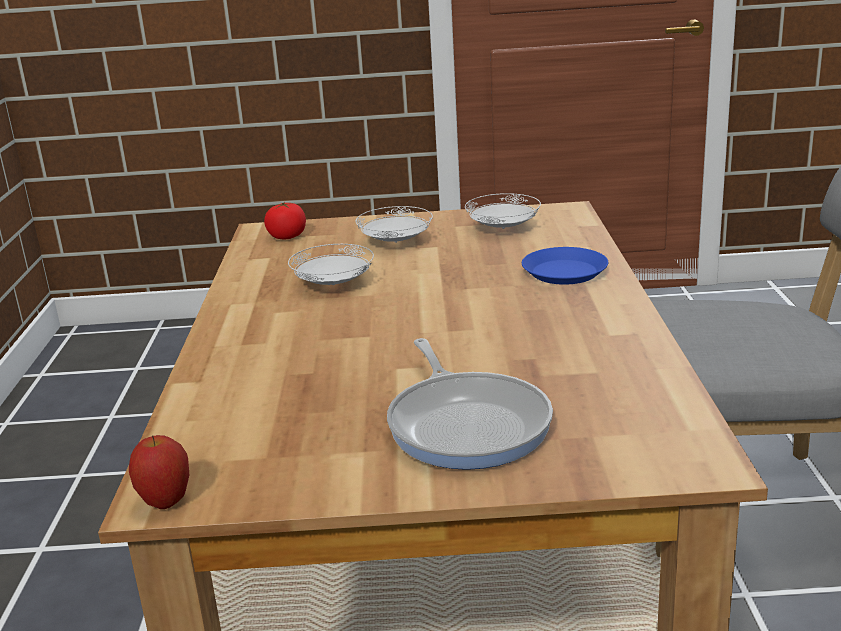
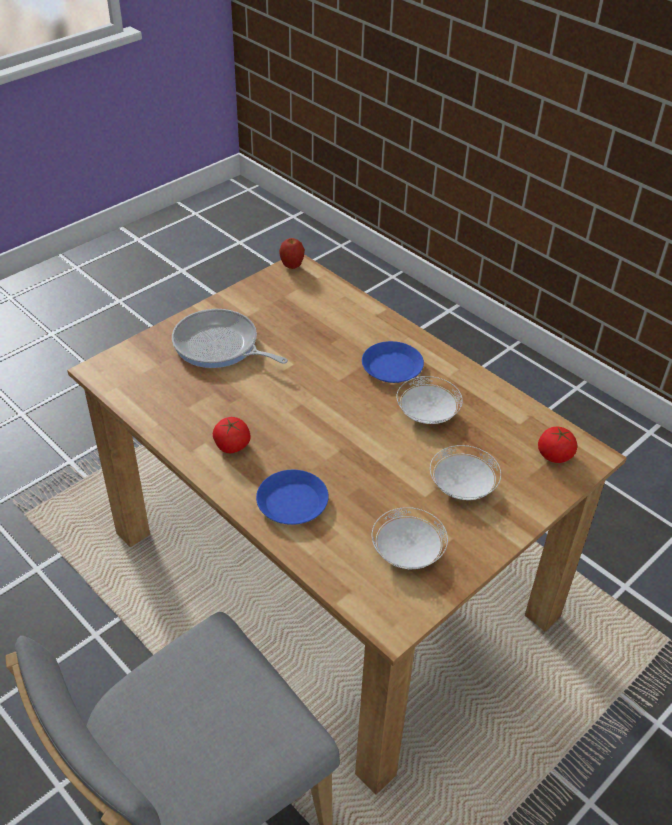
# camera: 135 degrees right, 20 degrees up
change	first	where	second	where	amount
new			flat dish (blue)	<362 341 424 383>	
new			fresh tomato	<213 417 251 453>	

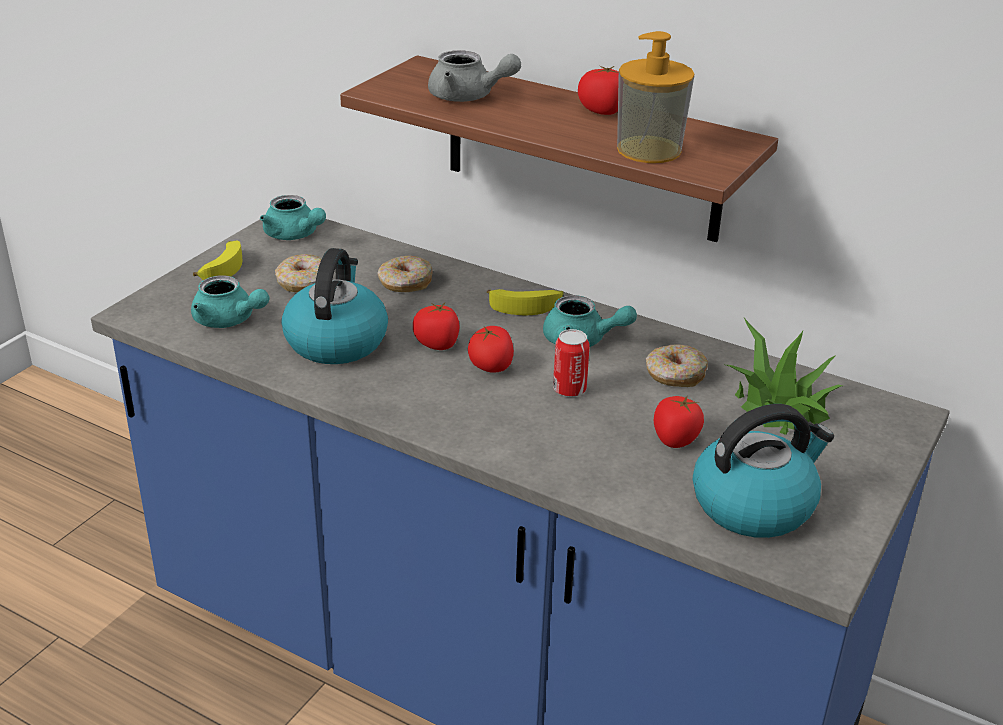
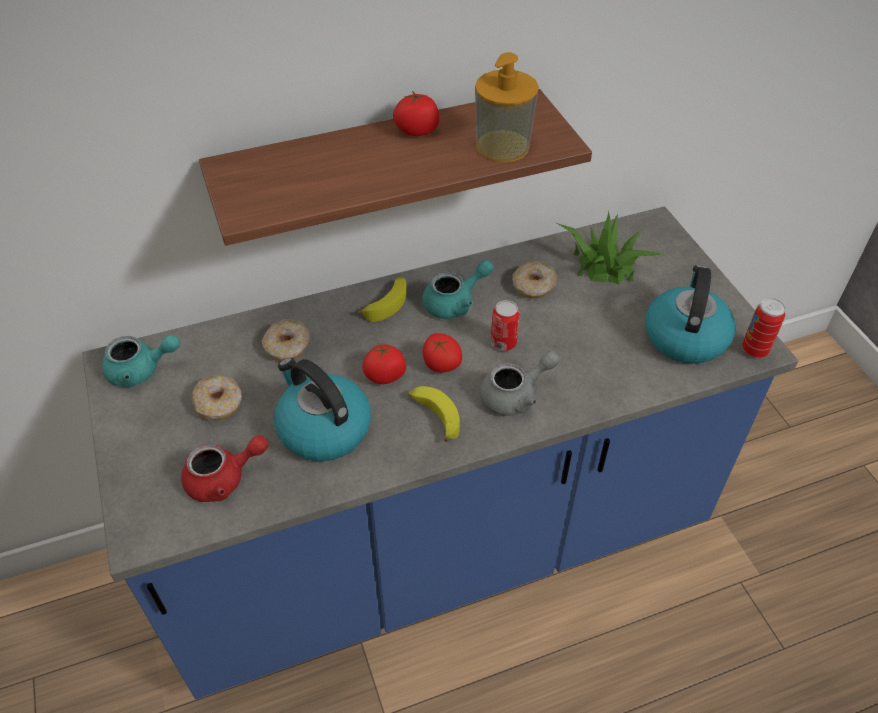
# camera: 50 degrees left, 15 degrees up
change	first	where	second	where	amount
shifted	teapot (greyish)	<428 50 521 102>		<480 351 560 416>	
shifted	whole banana	<193 241 242 280>		<408 386 460 442>	
repainted	teapot (blue-green)	<191 275 269 328>	teapot (reddish)	<181 435 268 502>	
gone	fresh tomato	<654 395 704 448>			
new			sealed can	<742 298 785 358>	

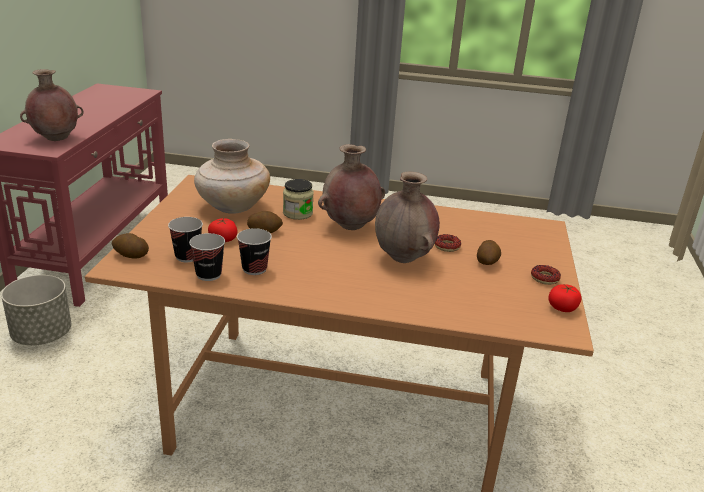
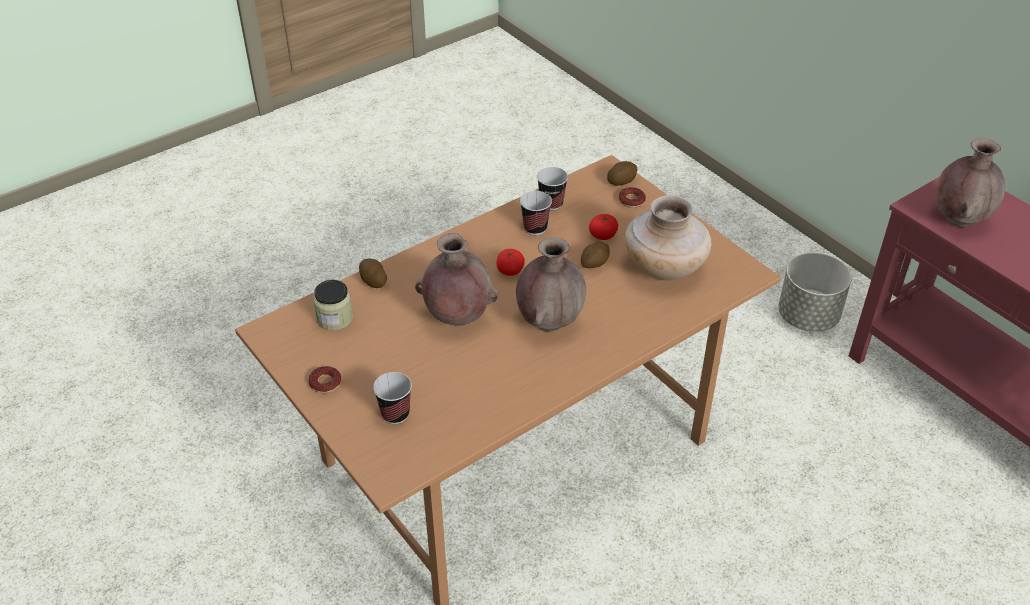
# camera: 135 degrees right, 15 degrees up
change	first	where	second	where	amount
shifted	preserve jar	<283 179 314 220>		<313 280 353 331>	
shifted	small cup	<168 217 203 262>		<373 372 412 424>	
shifted	donut	<435 234 461 252>		<619 187 646 208>	
shifted	spud	<477 240 501 265>		<359 259 387 288>	
shifted	fresh tomato	<548 284 581 312>		<496 249 525 276>	

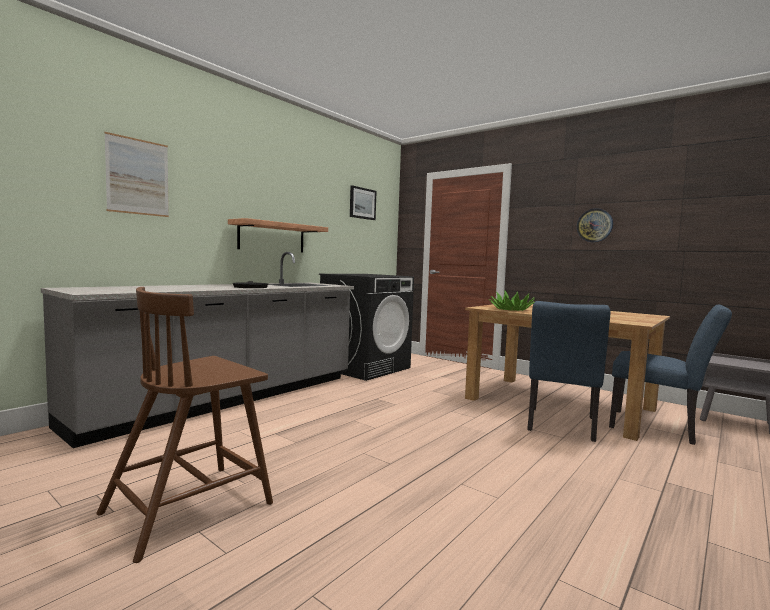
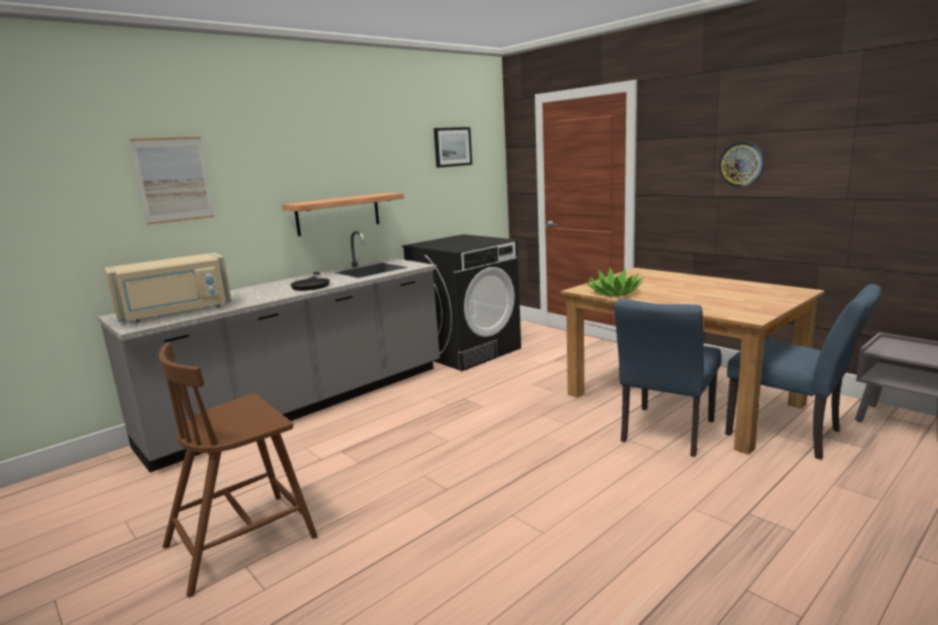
# camera: 10 degrees right, 10 degrees up
change	first	where	second	where	amount
new			microwave oven (beige-coloured)	<105 253 232 322>	

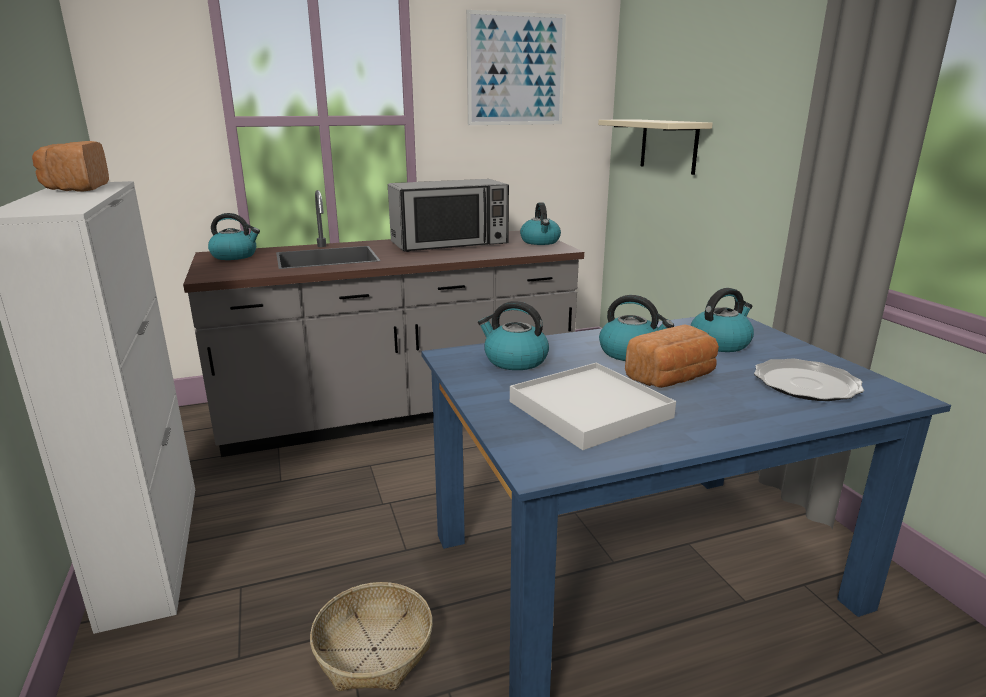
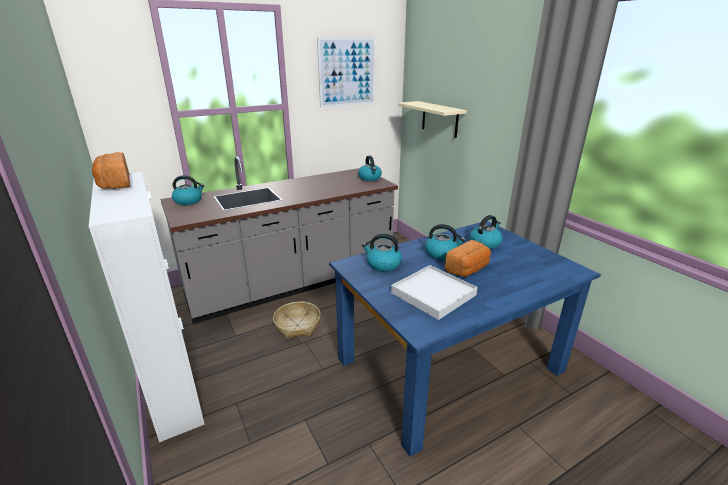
# camera: 10 degrees left, 5 degrees up
change	first	where	second	where	amount
gone	microwave oven	<388 179 509 252>			
gone	flat dish	<754 358 864 401>			
shifted	storage basket	<310 582 433 691>		<273 301 320 339>	

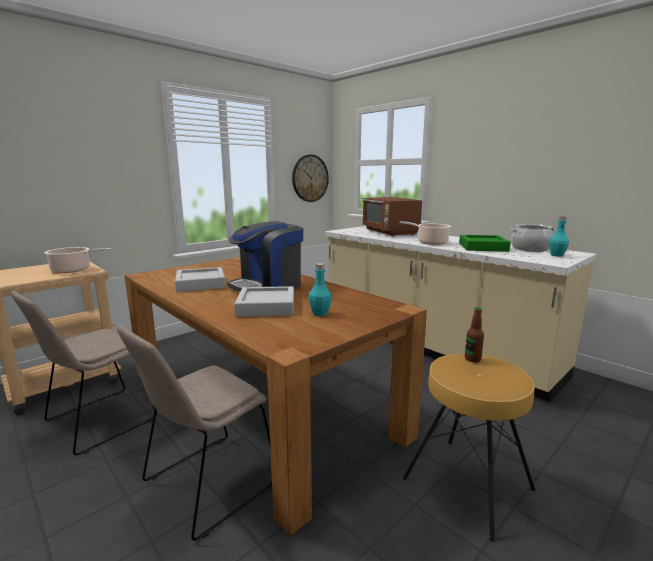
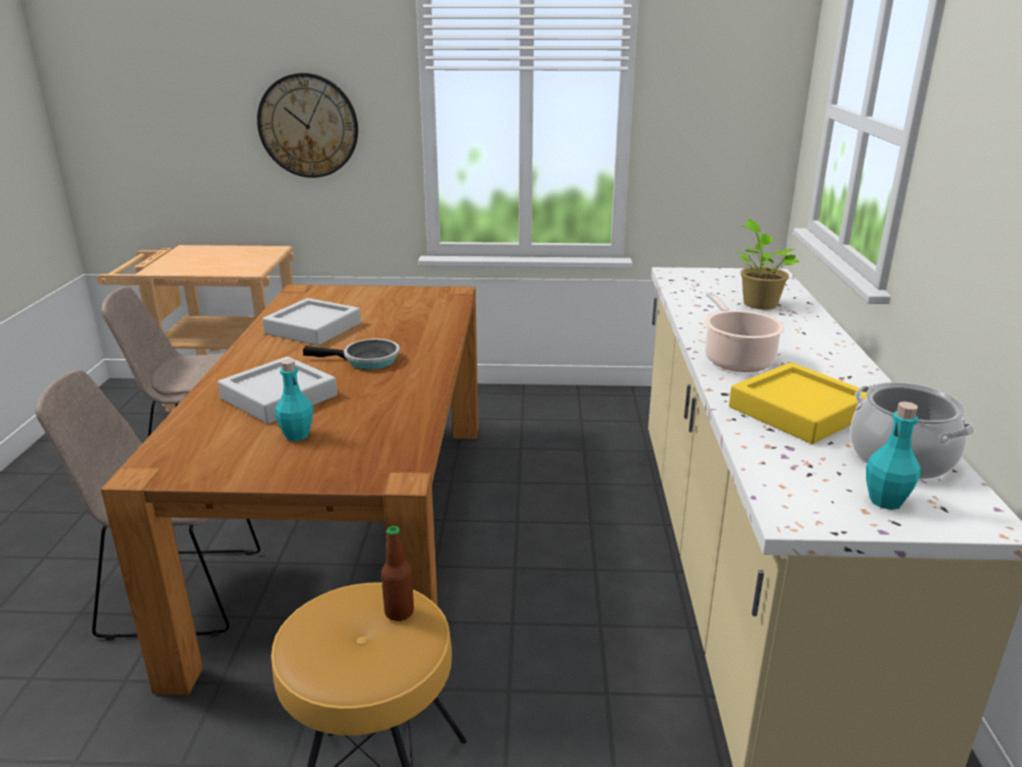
# camera: 45 degrees right, 10 degrees up
change	first	where	second	where	amount
shifted	wall clock	<292 155 329 202>		<257 73 358 178>	
swapped	microwave oven (brown)	<362 197 422 237>	houseplant	<738 219 800 310>	
swapped	coffee brewer	<228 221 303 292>	skillet	<303 339 400 370>	
repainted	tray (green)	<459 235 511 252>	tray (yellowish)	<729 362 866 444>	
gone	stockpot	<44 247 111 273>			

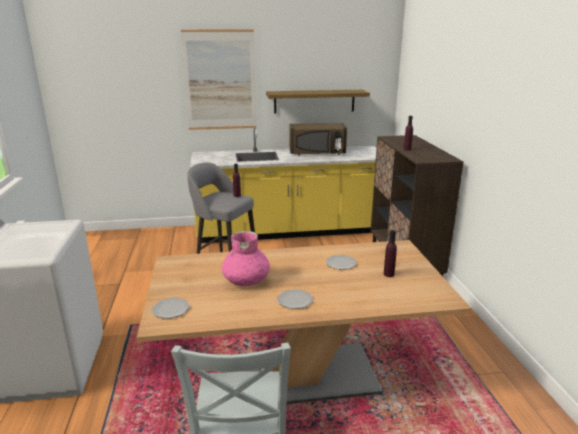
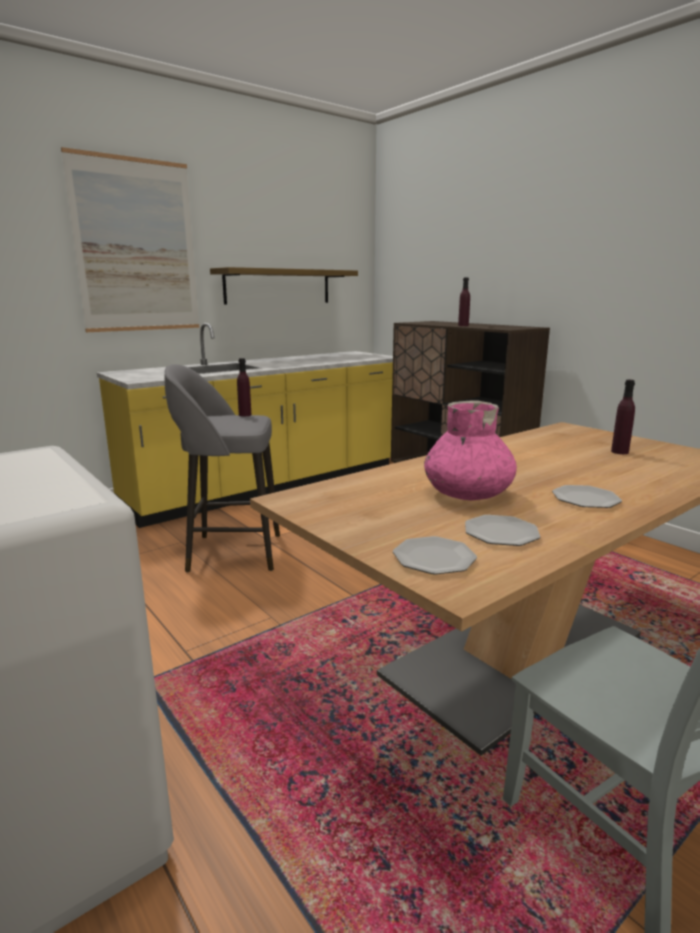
# camera: 30 degrees left, 5 degrees down
change	first	where	second	where	amount
gone	microwave oven (brown)	<290 123 347 155>			
shifted	flat dish	<326 255 357 270>		<465 515 540 546>	

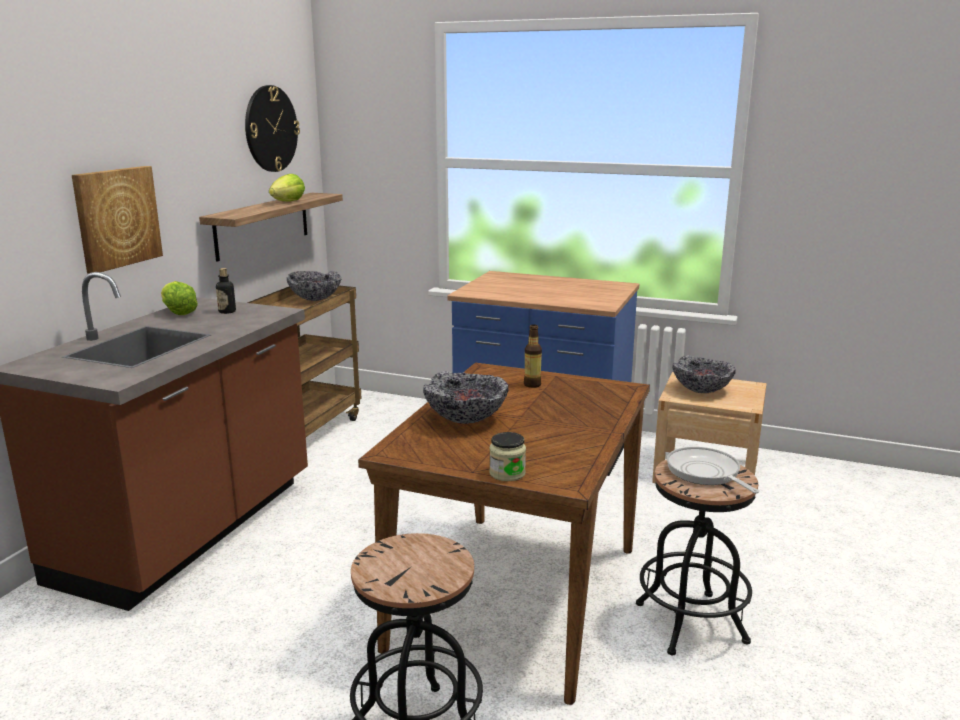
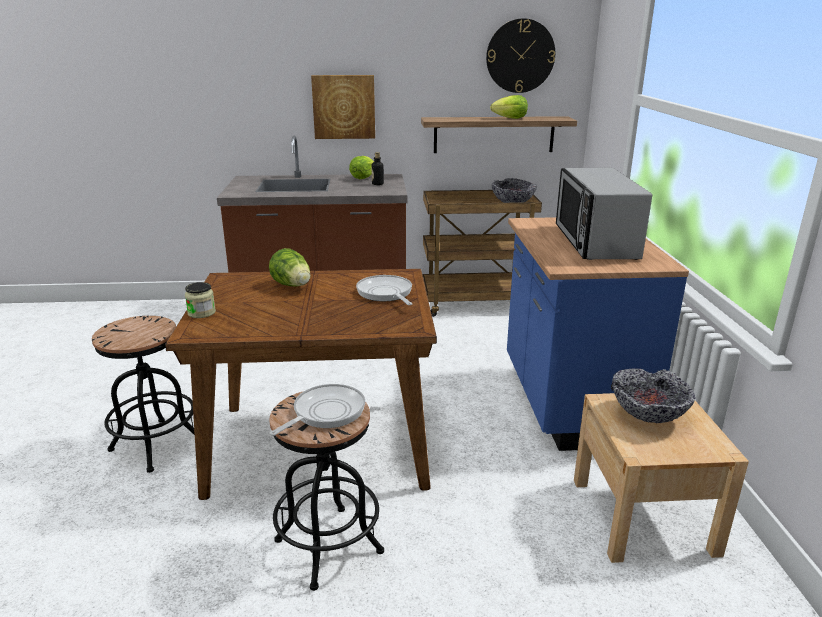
# camera: 65 degrees right, 5 degrees up
change	first	where	second	where	amount
swapped	beverage bottle	<524 324 542 388>	skillet	<356 275 412 305>	
swapped	serving bowl	<423 371 509 424>	head of lettuce	<269 248 310 286>	
new			microwave oven	<556 168 652 260>	

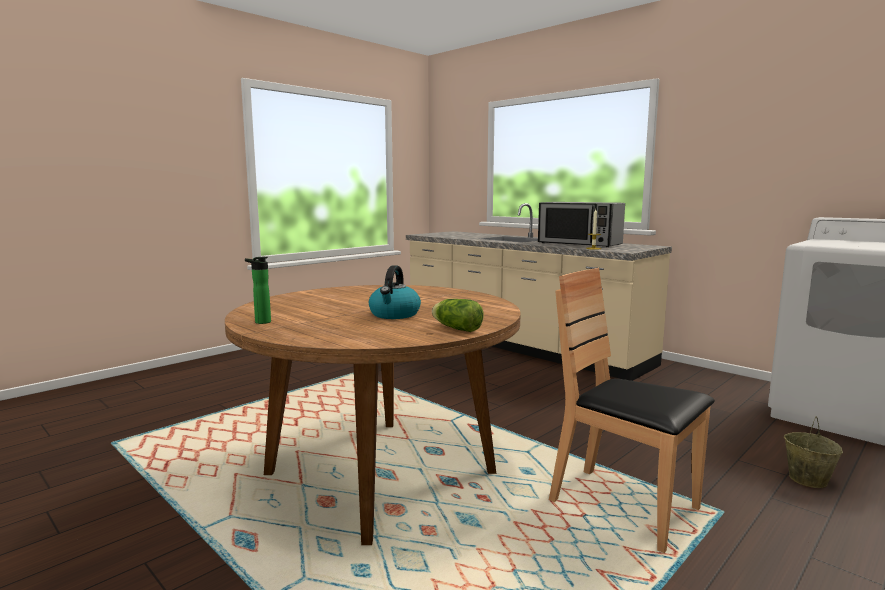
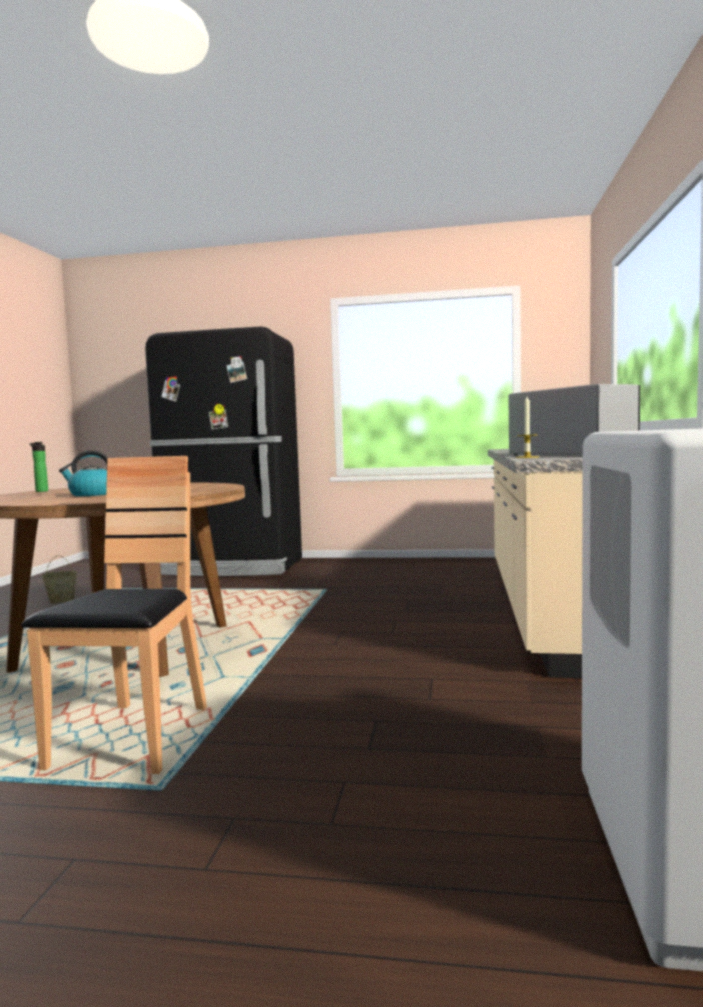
# camera: 55 degrees right, 5 degrees down
change	first	where	second	where	amount
rotated	microwave oven	<538 202 625 247>		<509 384 640 455>	150 degrees clockwise
gone	head of lettuce	<432 299 484 332>			
shifted	pail (beige-coloured)	<784 416 843 488>		<42 555 77 603>	
new			fridge (black-coloured)	<145 327 302 576>	

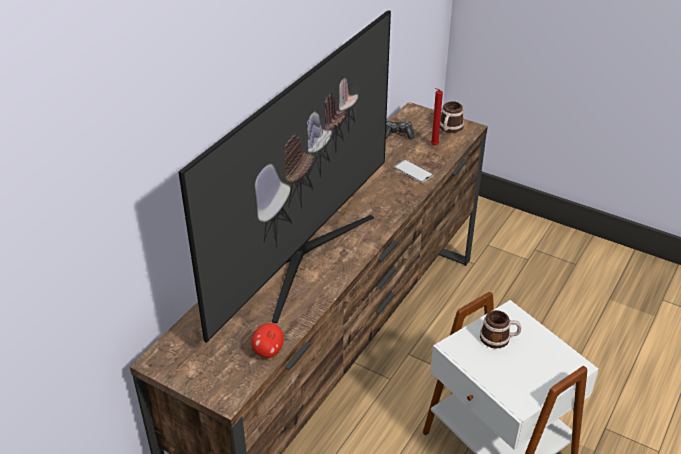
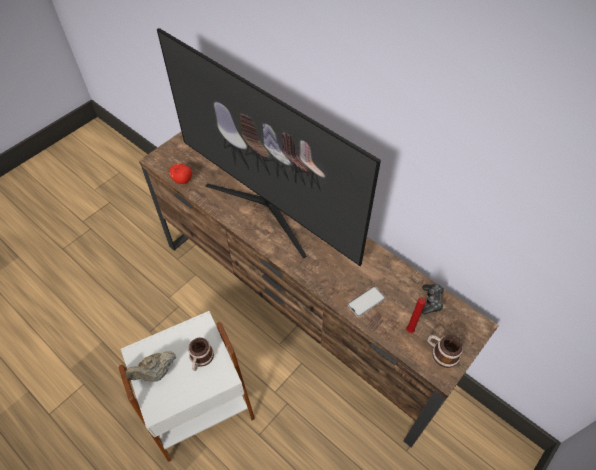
# camera: 100 degrees right, 15 degrees up
change	first	where	second	where	amount
new			teapot (beige-coloured)	<125 351 176 382>	

